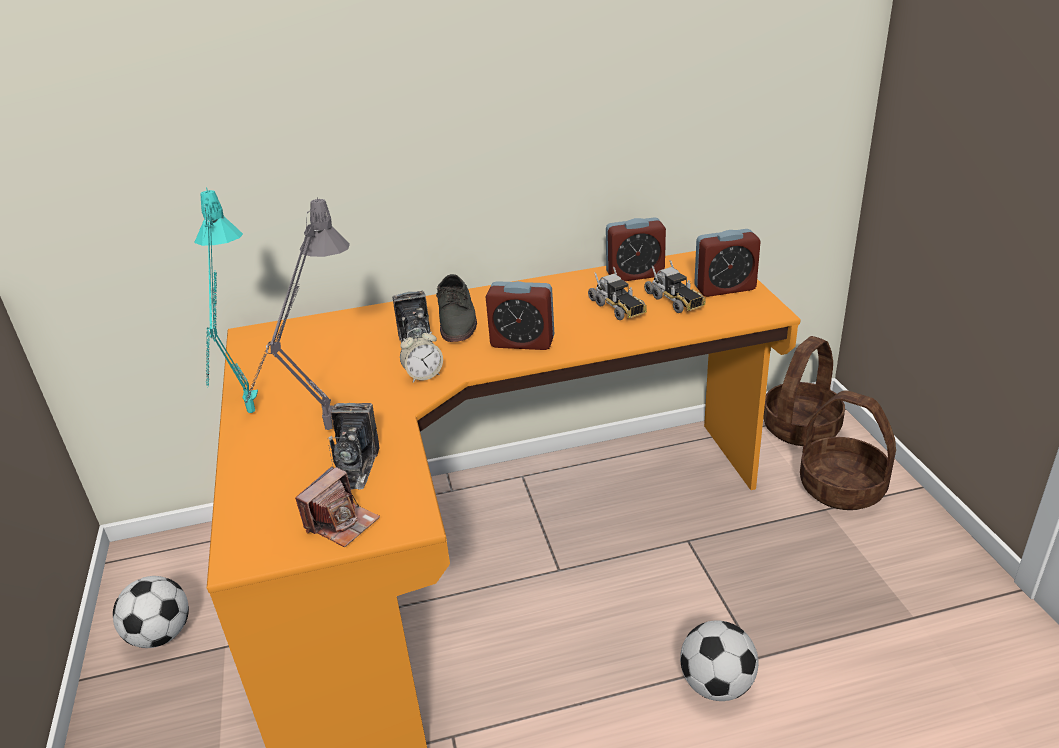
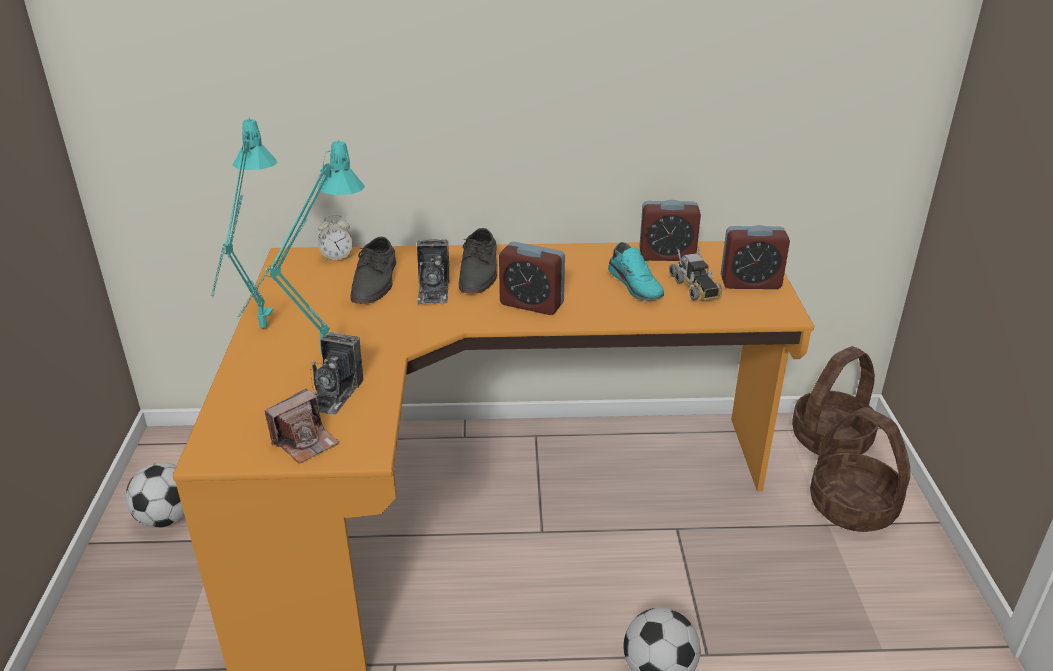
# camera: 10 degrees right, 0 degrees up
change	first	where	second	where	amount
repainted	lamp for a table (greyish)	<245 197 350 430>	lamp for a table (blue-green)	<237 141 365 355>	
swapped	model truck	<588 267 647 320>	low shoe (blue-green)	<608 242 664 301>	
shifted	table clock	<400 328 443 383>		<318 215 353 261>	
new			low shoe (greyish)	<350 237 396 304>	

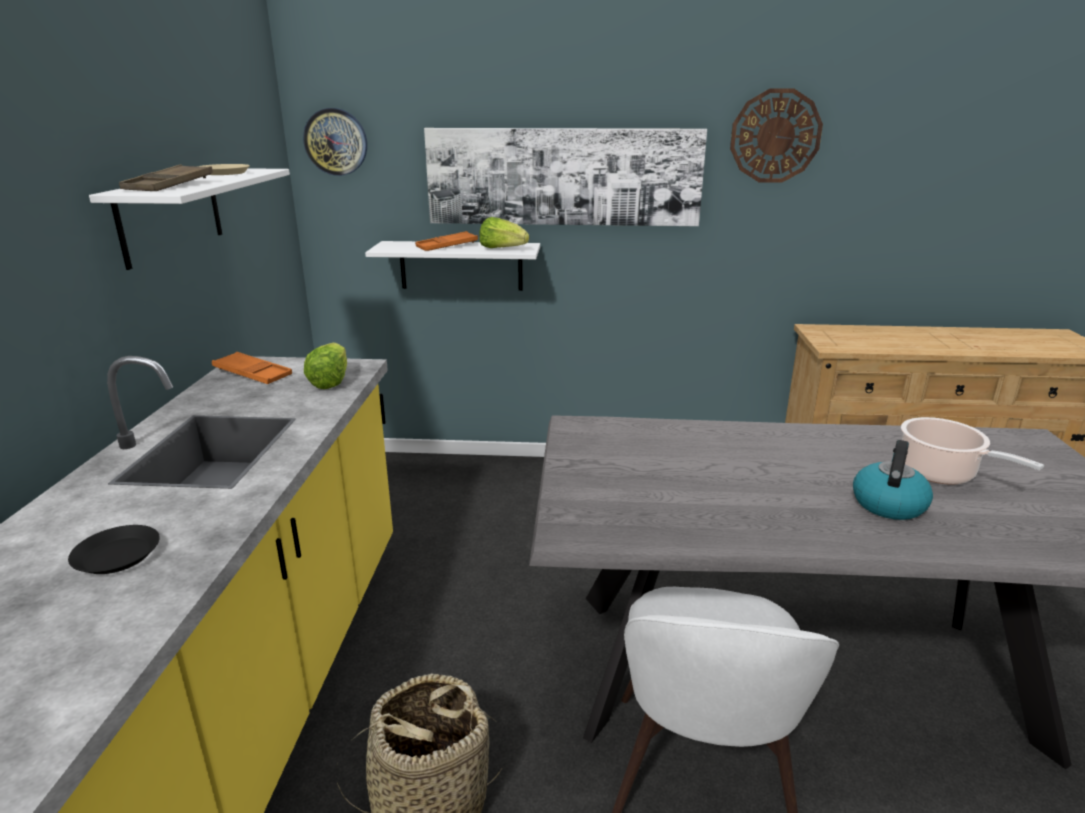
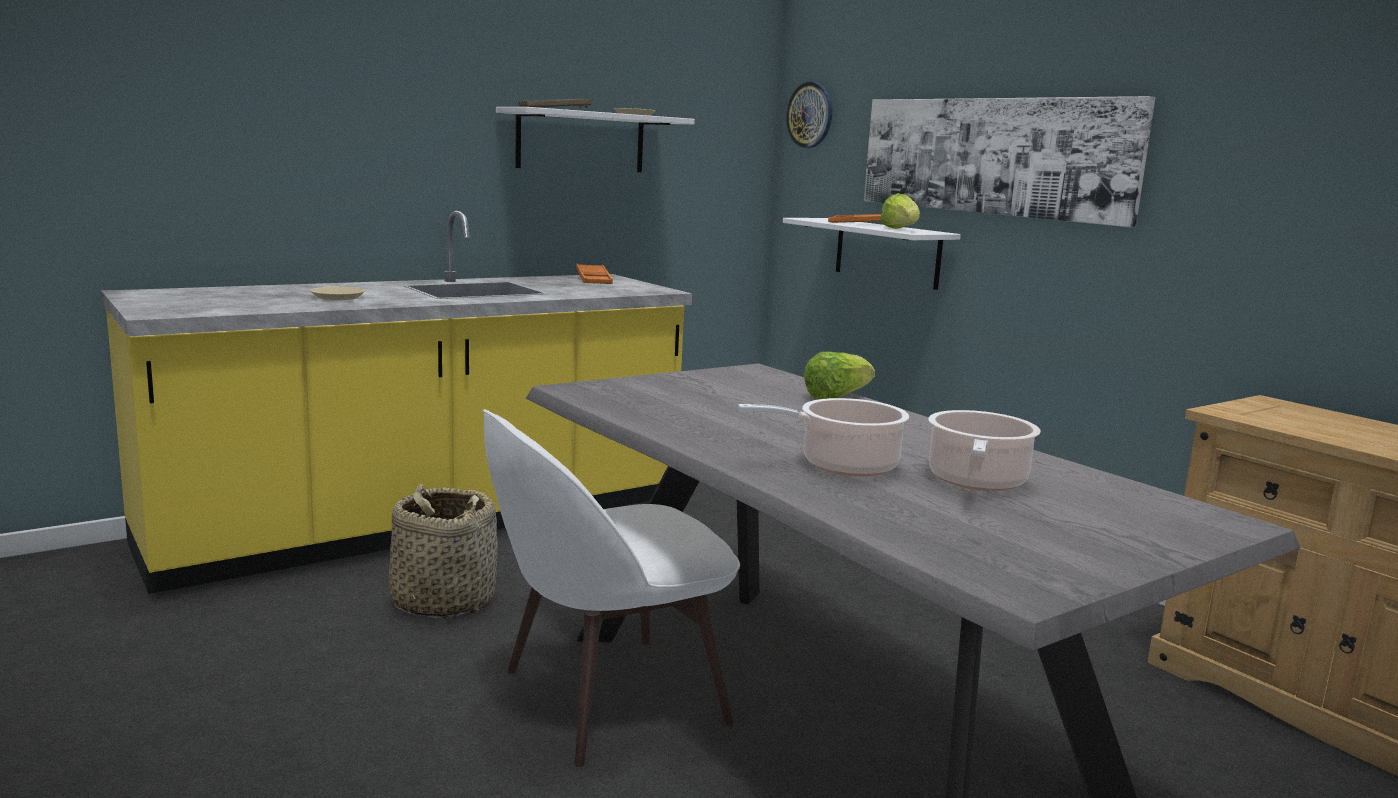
# camera: 50 degrees right, 10 degrees down
change	first	where	second	where	amount
gone	wall clock	<730 89 823 183>			
shifted	head of lettuce	<304 343 347 389>		<804 352 875 400>	
swapped	water kettle	<853 440 933 520>	stockpot	<738 398 909 476>	
repainted	flat dish (black-coloured)	<68 525 160 574>	flat dish (beige-coloured)	<310 287 365 300>	

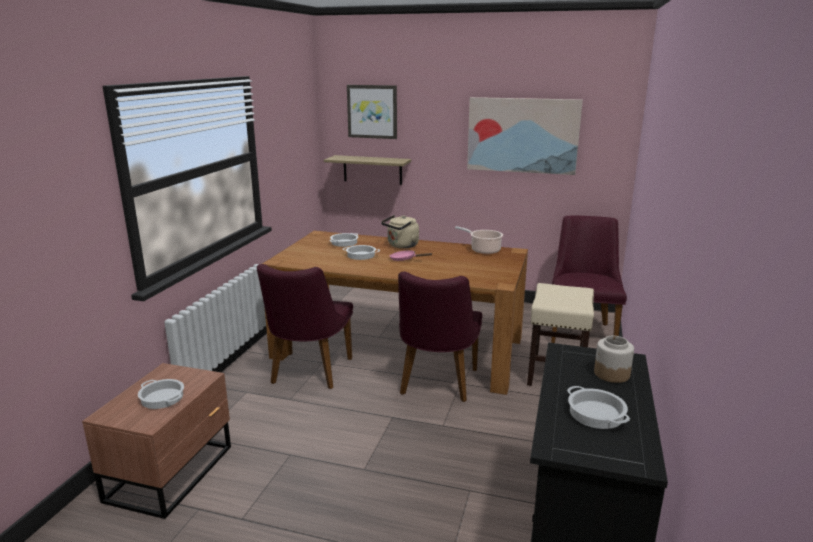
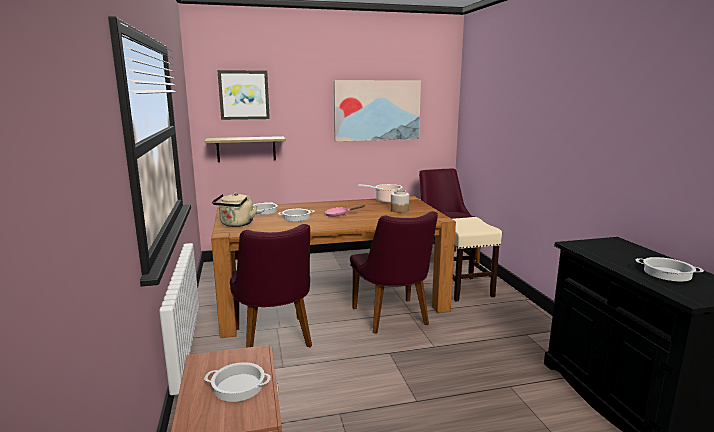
# camera: 30 degrees left, 5 degrees down
change	first	where	second	where	amount
shifted	water kettle (beige-coloured)	<381 215 419 248>		<212 193 257 227>	
shifted	preserve jar	<594 336 634 383>		<391 190 409 213>	

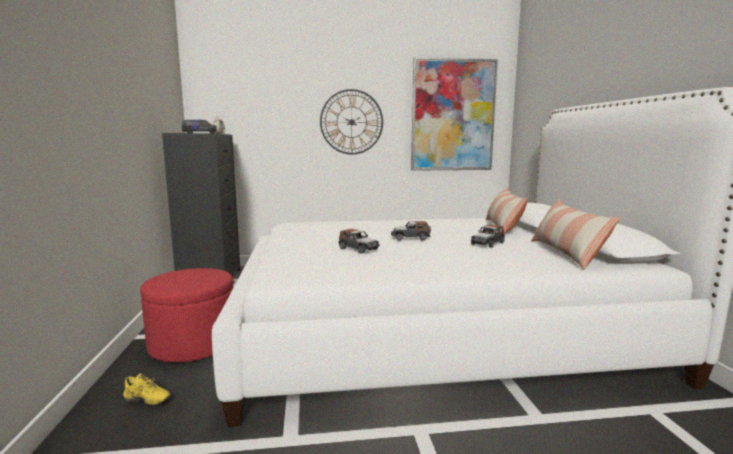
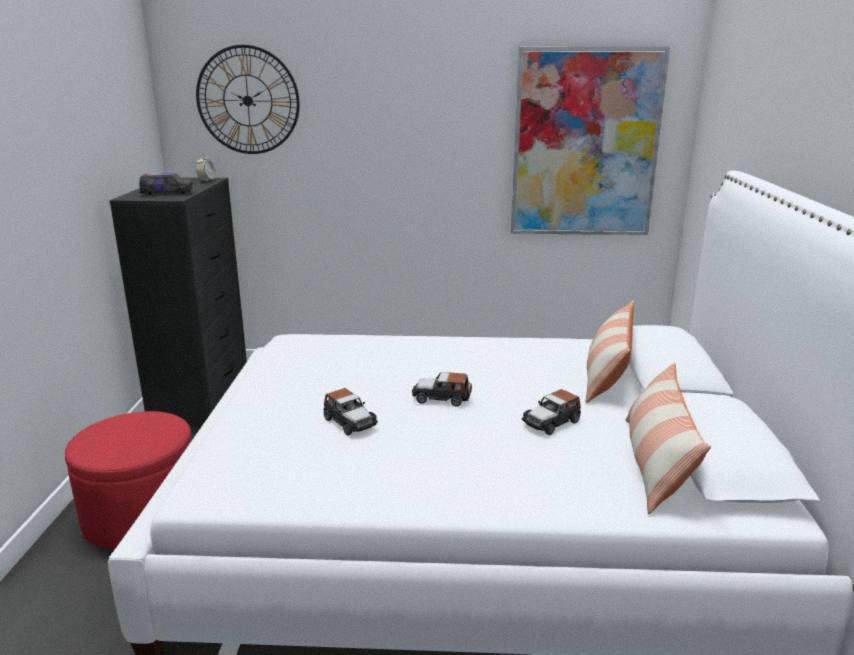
# camera: 10 degrees right, 10 degrees up
change	first	where	second	where	amount
shifted	wall clock	<320 89 383 154>		<196 45 300 154>	
gone	low shoe (yellowish)	<123 373 171 405>			

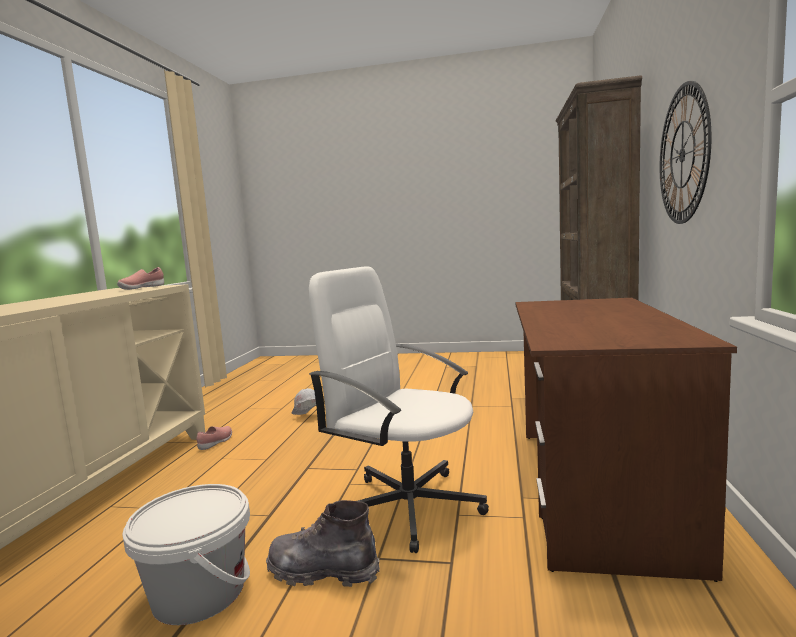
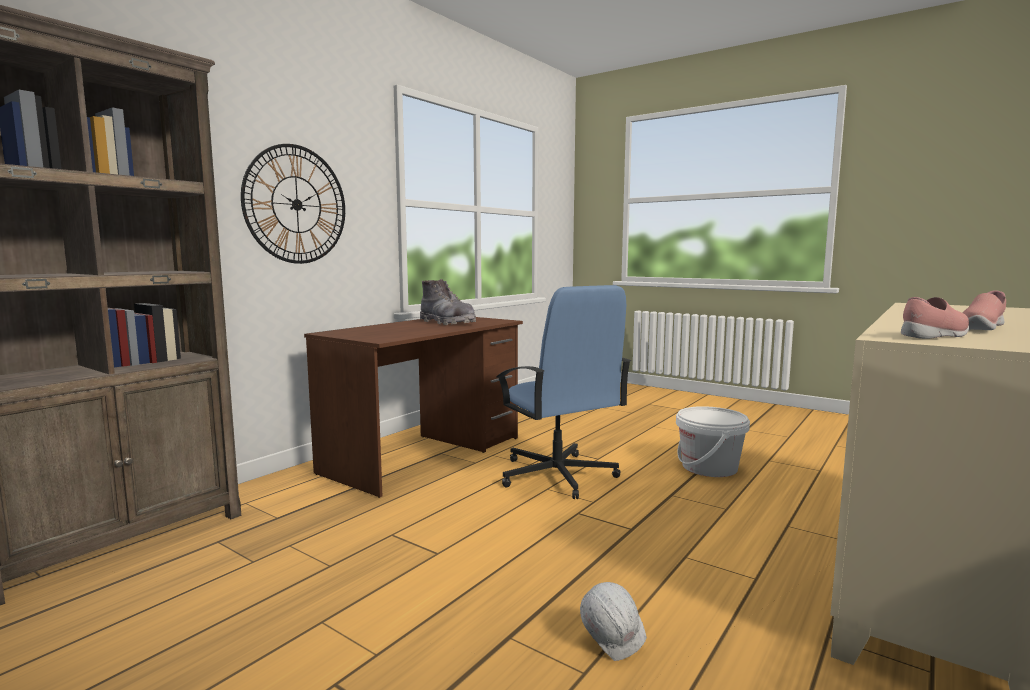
# camera: 155 degrees left, 0 degrees up
change	first	where	second	where	amount
repainted	desk chair (white)	<309 266 489 553>	desk chair (blue)	<496 285 631 499>	
shifted	low shoe (pinkish)	<197 426 232 450>		<962 290 1006 330>	
shifted	tall boot (greyish)	<266 500 380 587>		<420 279 476 325>	

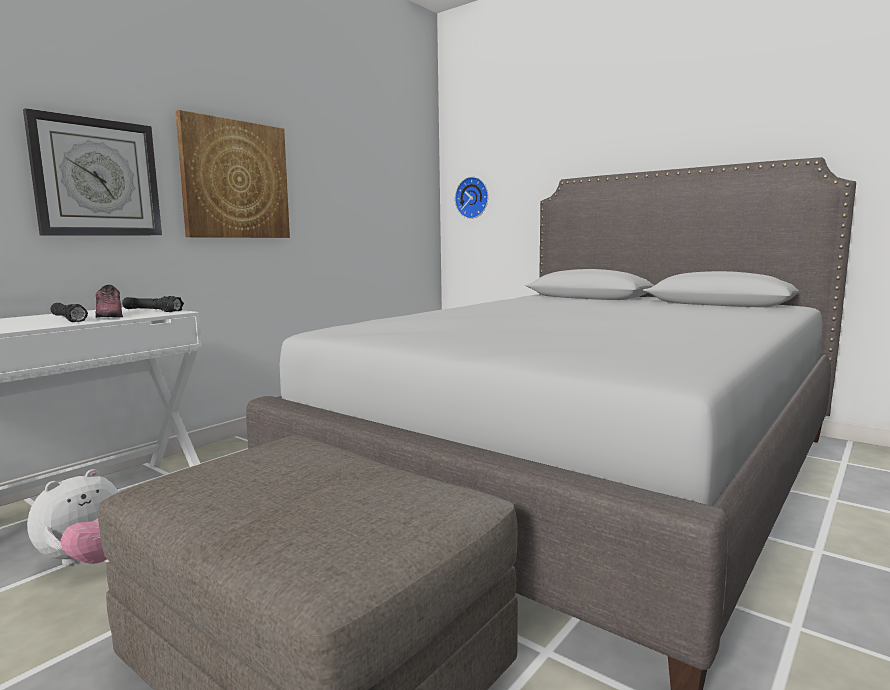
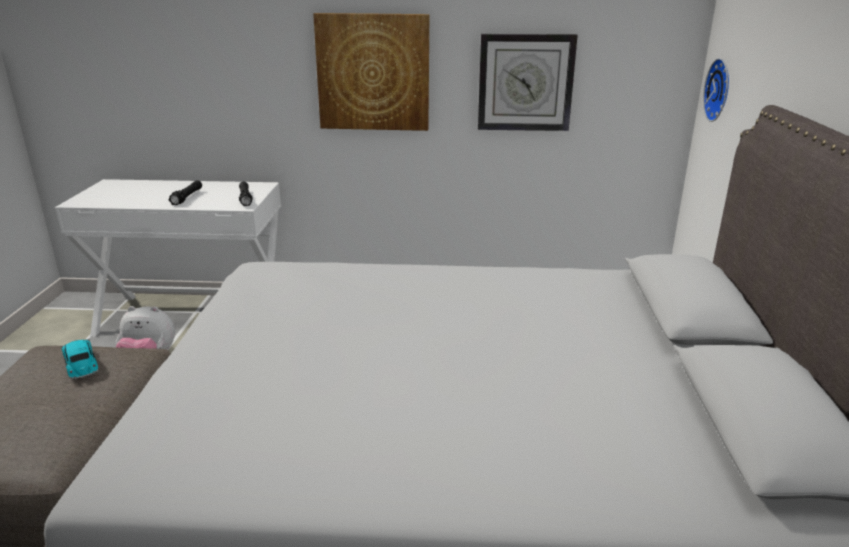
# camera: 55 degrees right, 15 degrees up
change	first	where	second	where	amount
shifted	wall clock	<23 108 162 236>		<478 34 578 131>	
gone	low shoe	<95 285 123 318>			
new			toy car	<61 339 99 379>	

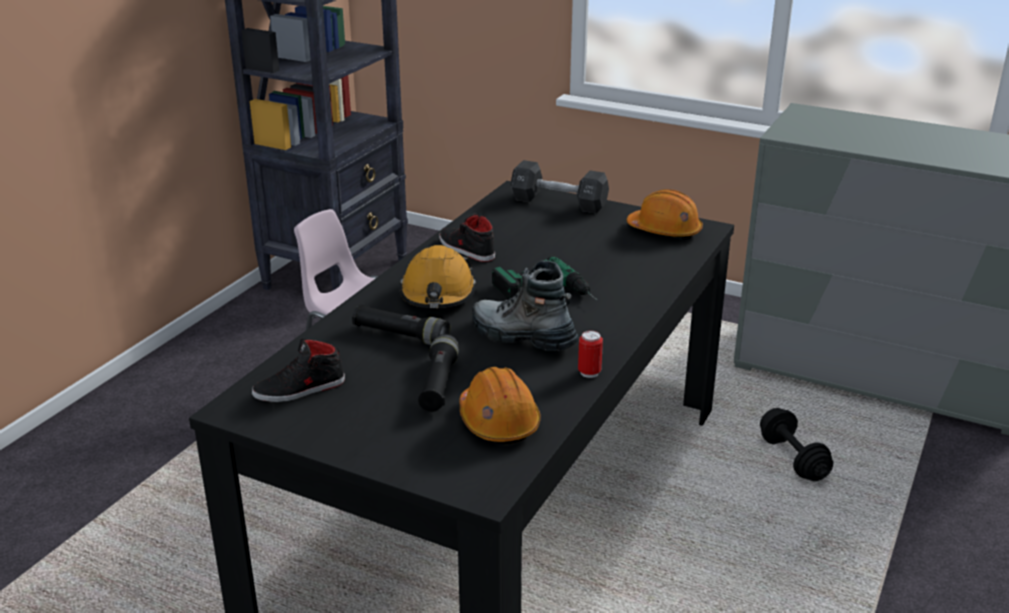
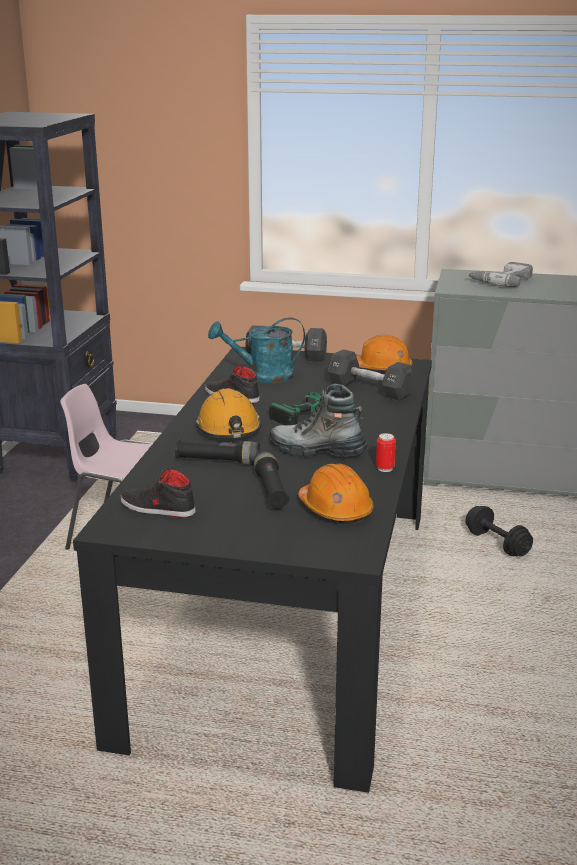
# camera: 15 degrees left, 5 degrees down
change	first	where	second	where	amount
rotated	low shoe (black-coloured)	<252 338 345 402>		<121 467 195 518>	60 degrees clockwise
new			drill	<468 262 533 287>	
new			watering pot (blue-green)	<208 317 305 383>	
new			dumbbell (black-coloured)	<328 349 415 401>	

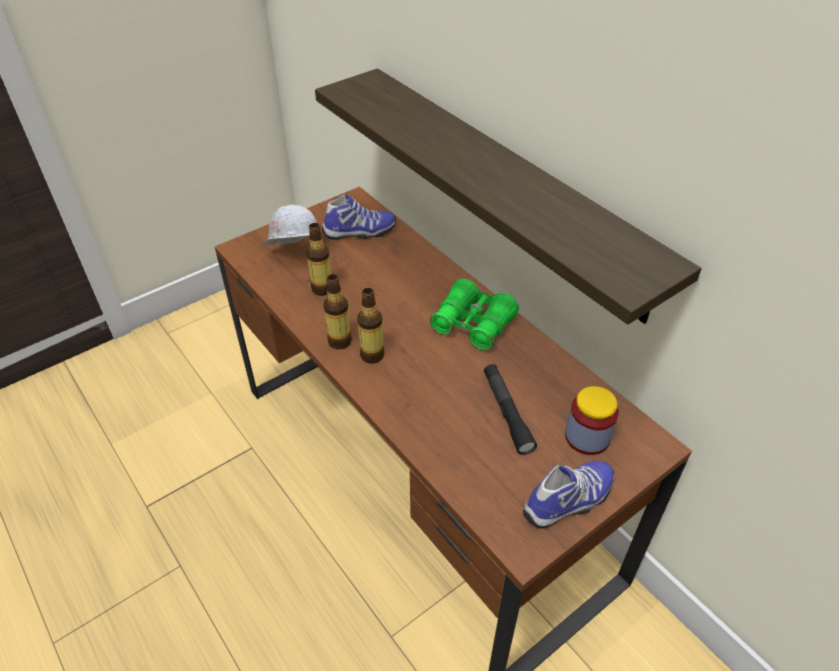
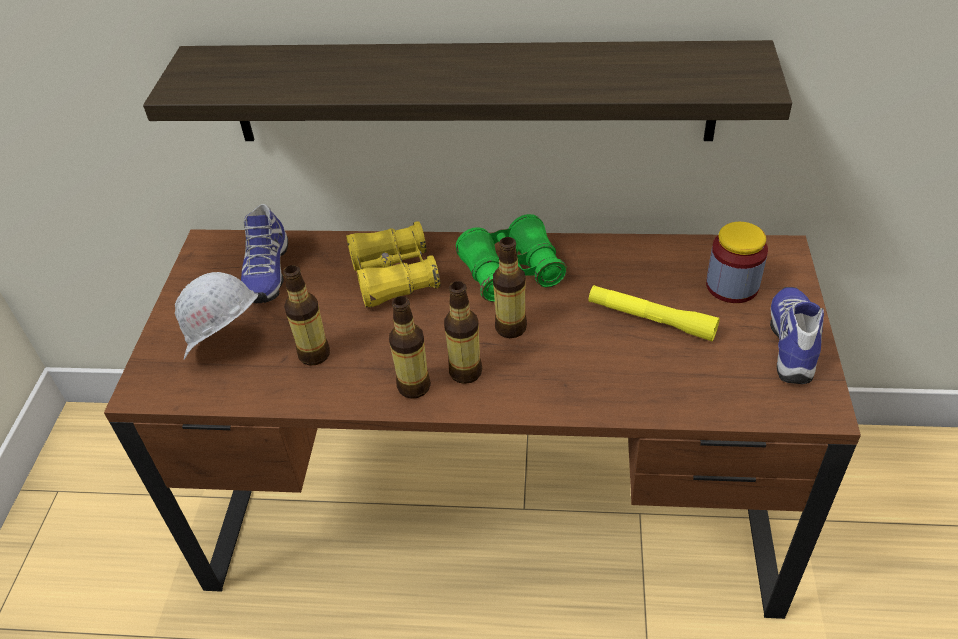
# camera: 45 degrees left, 0 degrees up
change	first	where	second	where	amount
rotated	low shoe	<322 194 396 240>		<241 204 288 303>	150 degrees clockwise
repainted	torch (black-coloured)	<484 364 537 455>	torch (yellowish)	<589 285 720 341>	
new			field glasses (yellowish)	<346 221 440 308>	
new			beverage bottle	<493 237 527 338>	

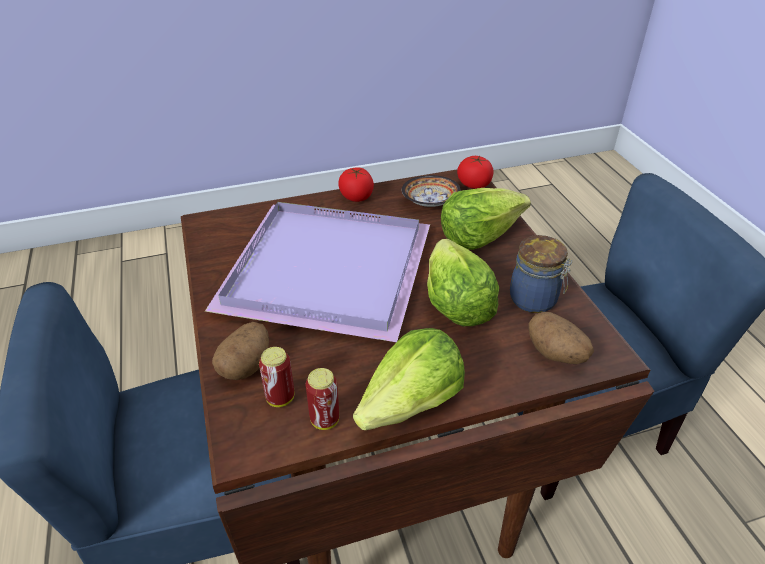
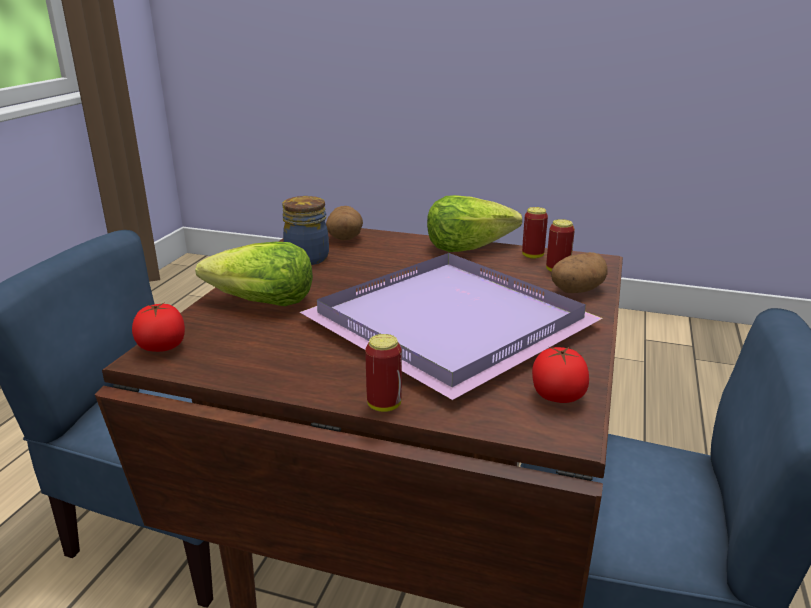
# camera: 145 degrees left, 15 degrees down
change	first	where	second	where	amount
shifted	fresh tomato	<338 167 374 202>		<532 347 589 403>	
gone	serving bowl	<402 175 461 207>			
gone	head of lettuce	<427 239 499 326>			
new			sealed can	<365 334 402 412>	

